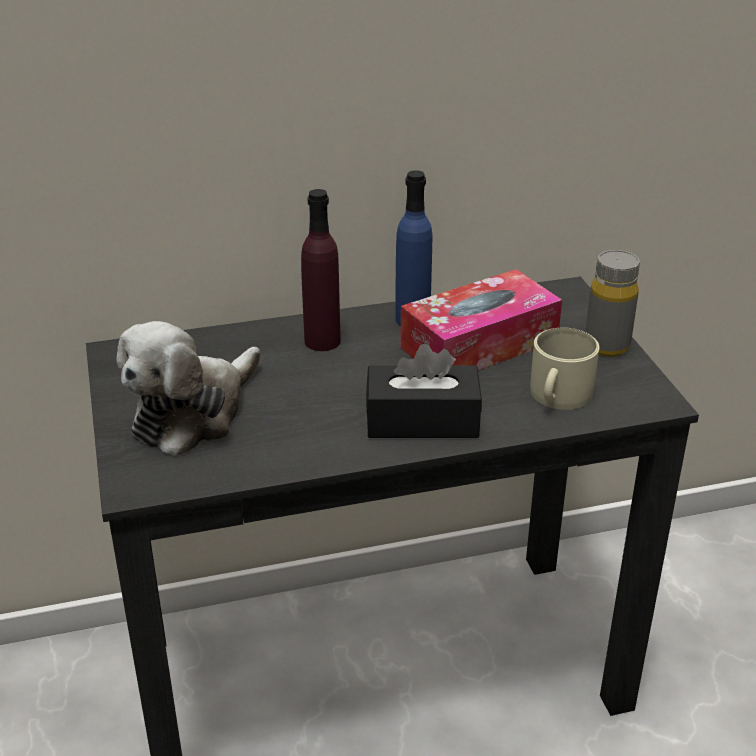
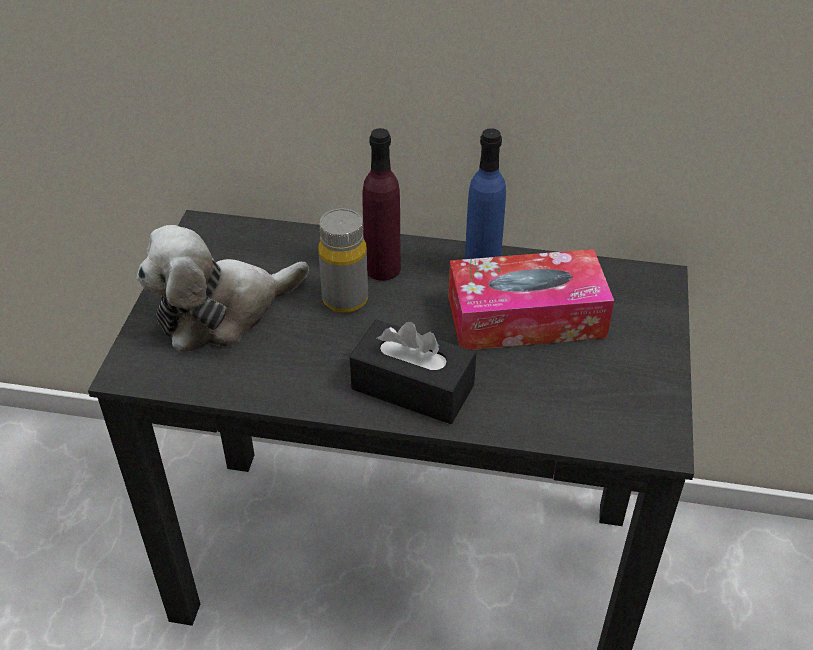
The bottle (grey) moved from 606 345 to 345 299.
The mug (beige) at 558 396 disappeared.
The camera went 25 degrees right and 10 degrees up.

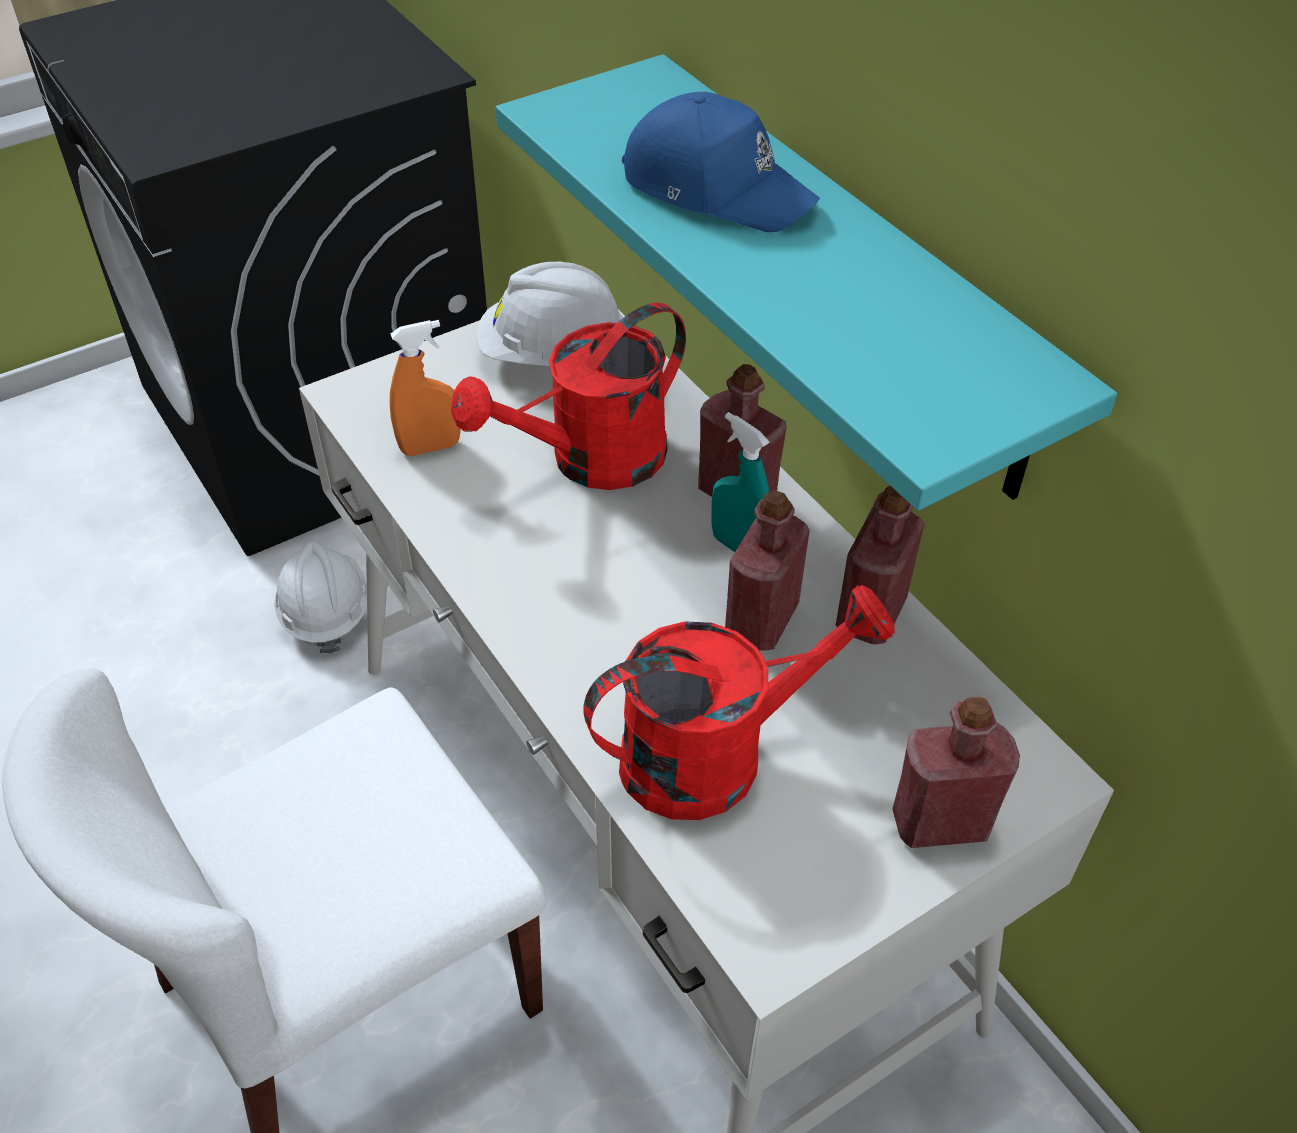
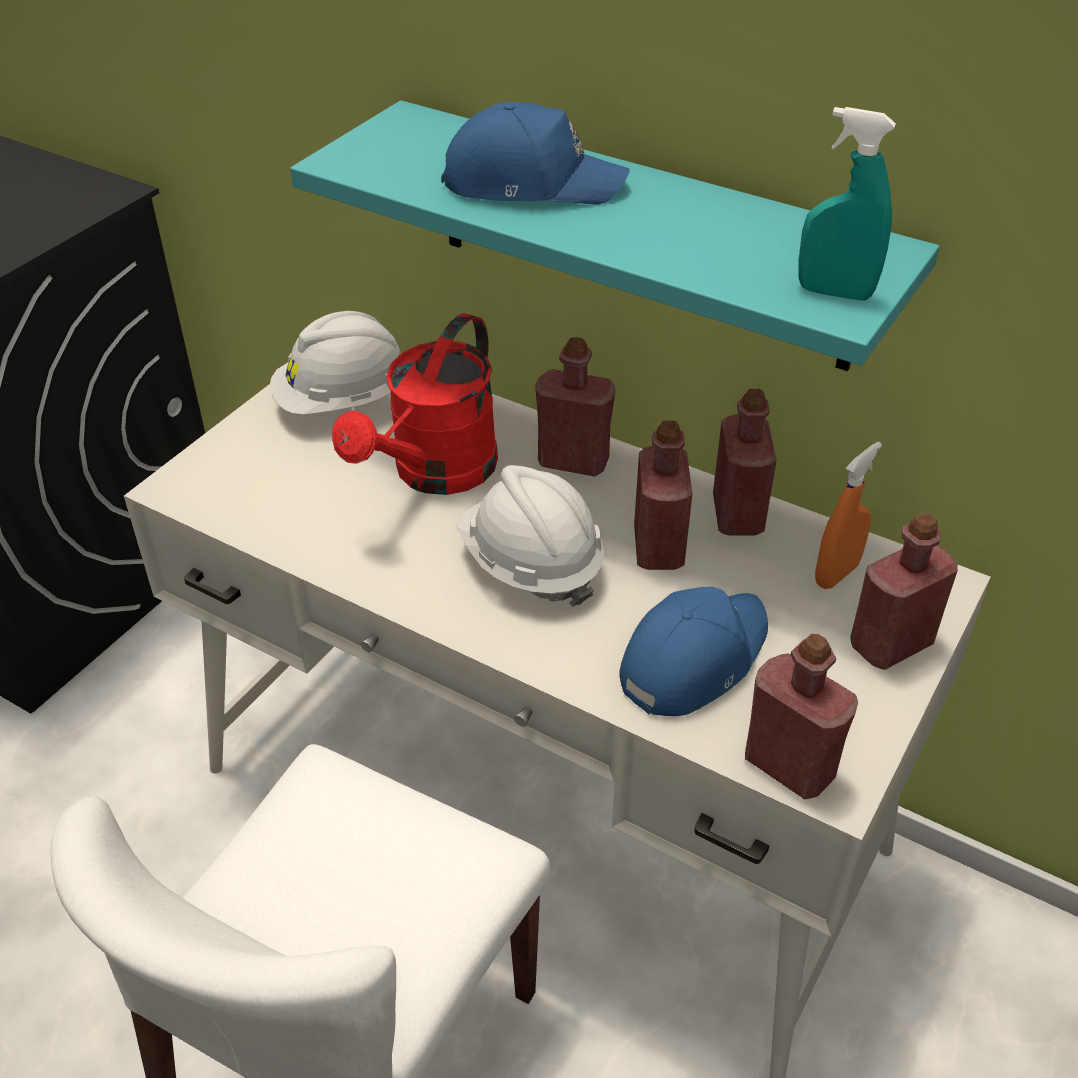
The hard hat (white) moved from 325 613 to 530 565.
The watering can (red) at 716 753 was replaced by the cap (blue) at 692 658.
The bottle (red) at 789 766 appeared.
The spray bottle (turquoise) moved from 738 547 to 834 292.
The spray bottle (orange) moved from 430 447 to 836 574.
The camera went 25 degrees left and 5 degrees down.

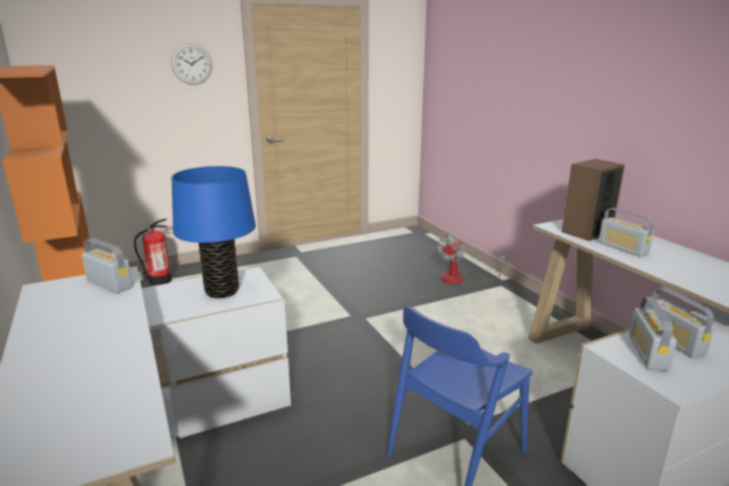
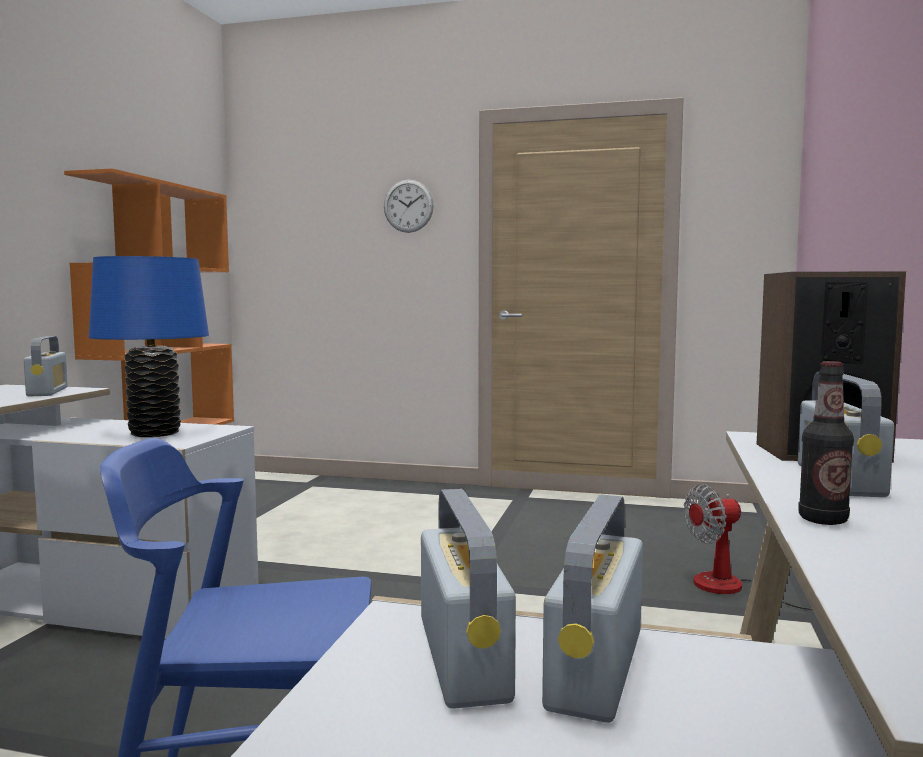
The radio at 648 353 turned 120 degrees clockwise.
The bottle at 823 520 appeared.
The fire extinguisher at 160 280 disappeared.
The camera went 40 degrees right and 15 degrees down.

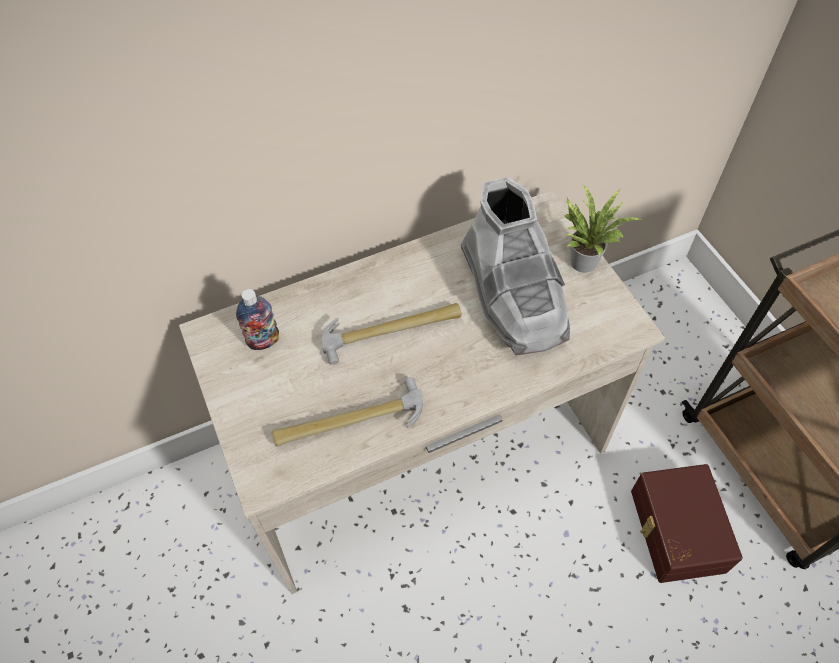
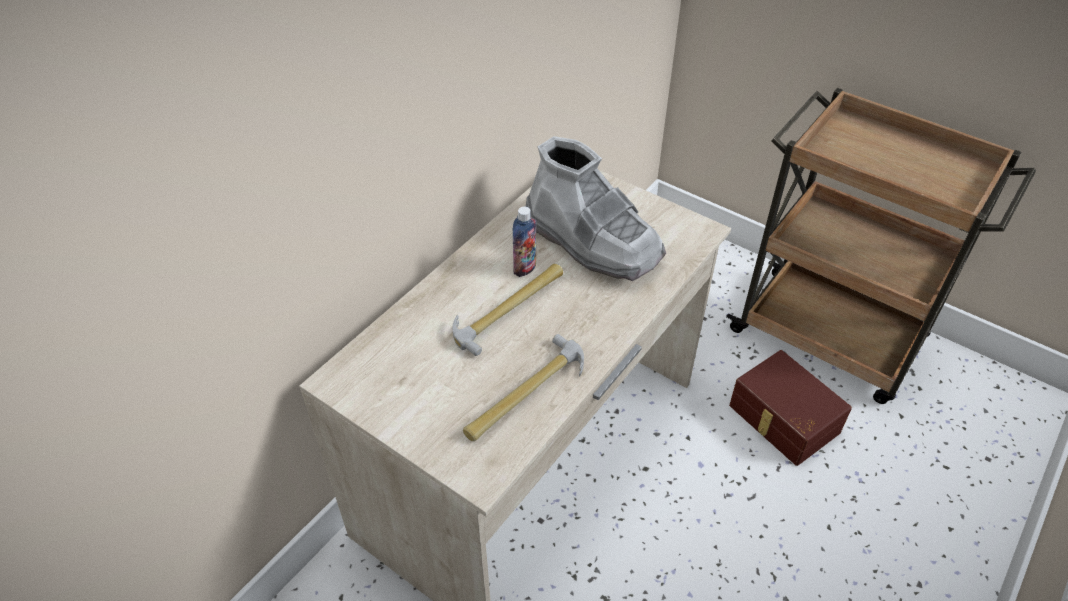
The bottle moved from 263 341 to 524 268.
The potted plant at 583 259 disappeared.
The camera went 30 degrees left and 10 degrees down.

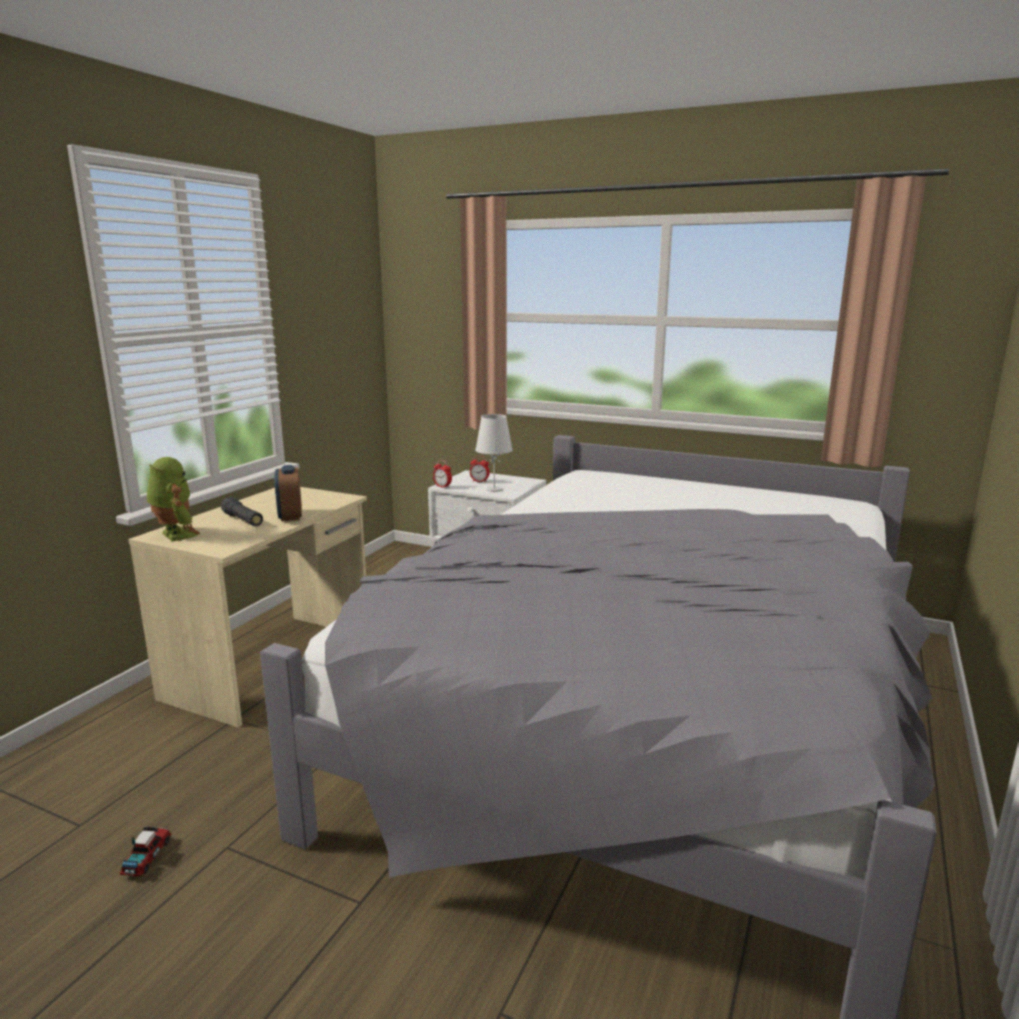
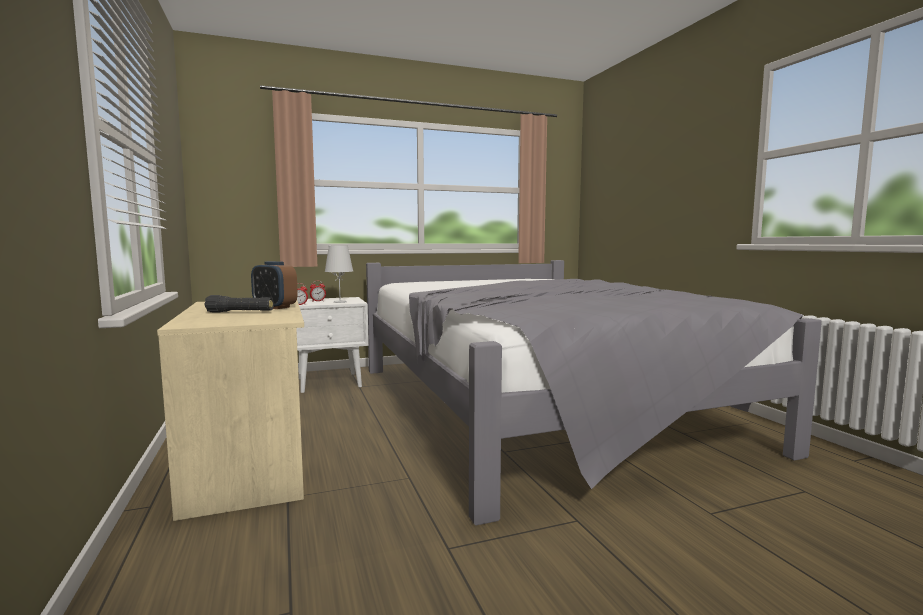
The toy truck at 147 857 disappeared.
The toy robot at 175 535 disappeared.
The camera went 45 degrees left and 10 degrees down.

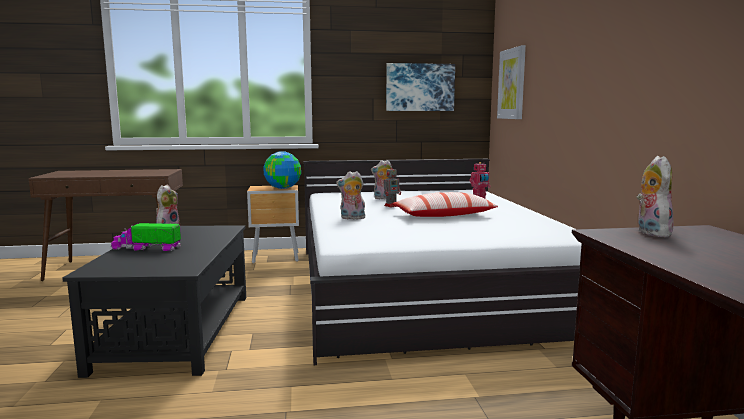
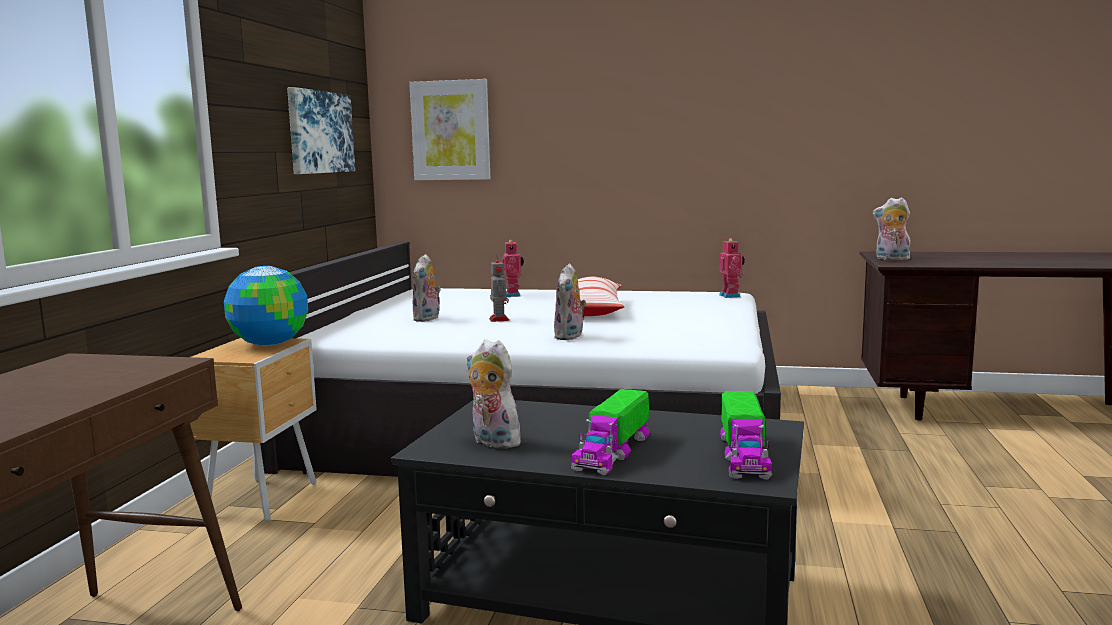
The toy robot at 731 296 appeared.
The toy truck at 744 455 appeared.
The camera went 70 degrees left and 0 degrees up.

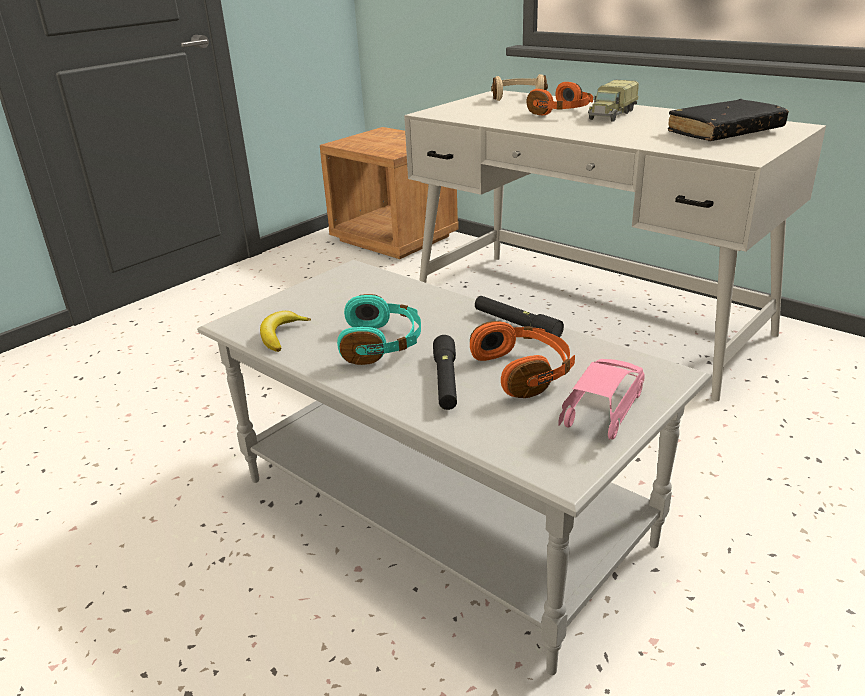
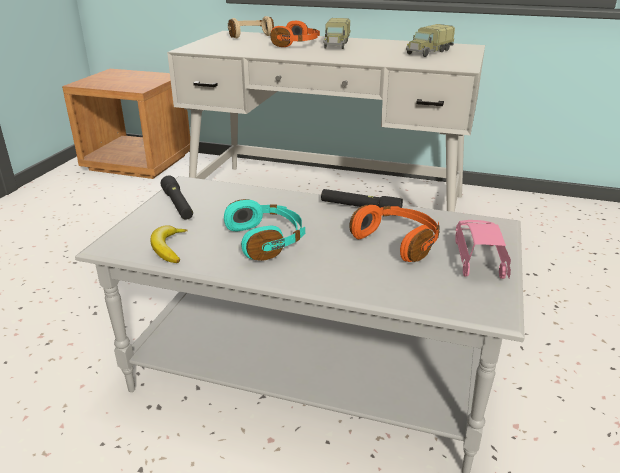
The flashlight (black) moved from 446 381 to 178 204.
The book (black) at 724 132 was replaced by the toy truck at 428 52.
The camera went 25 degrees left and 0 degrees up.

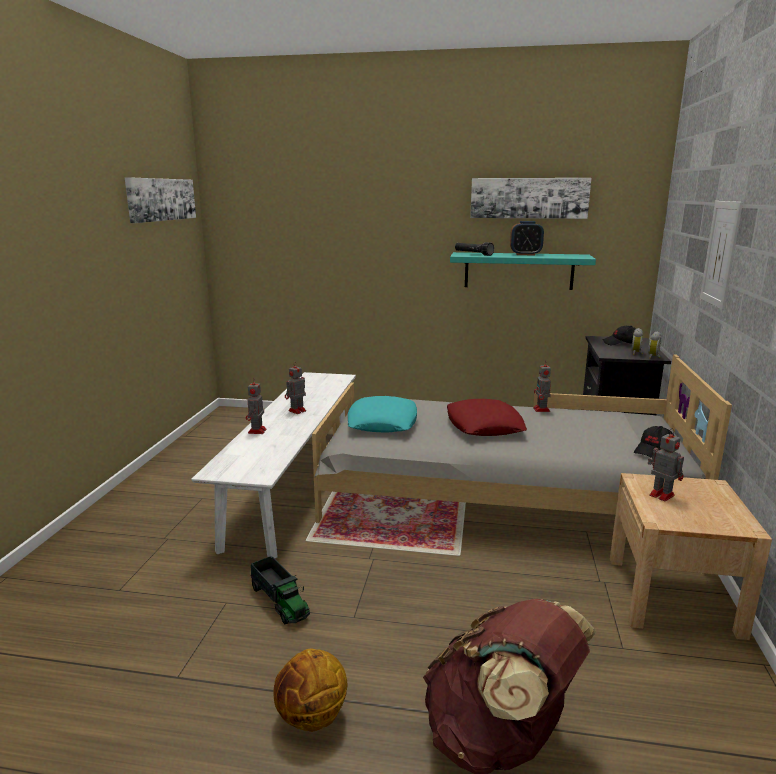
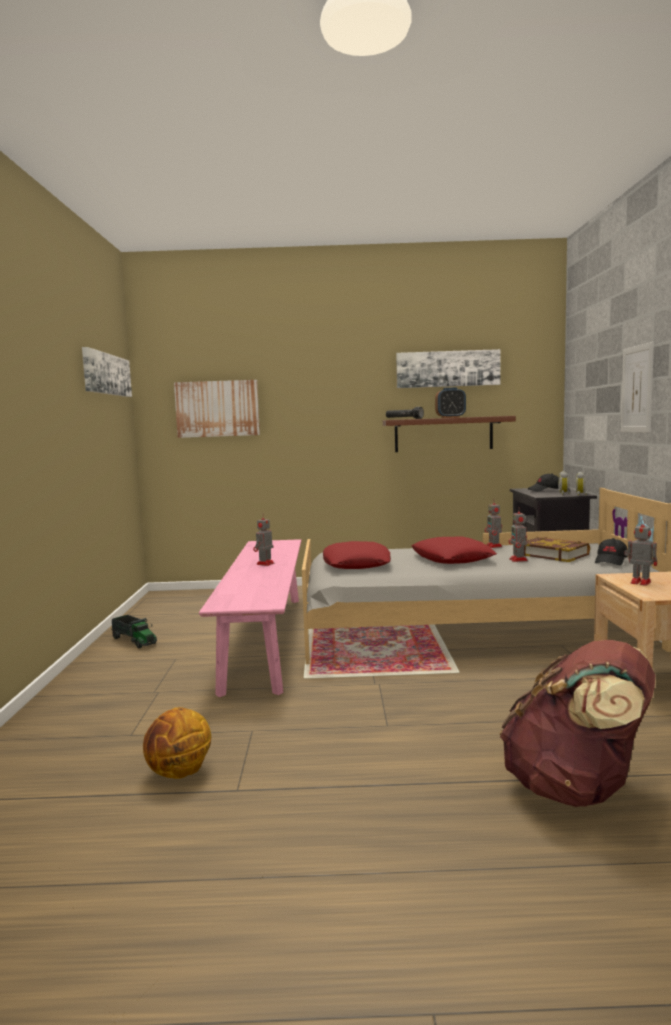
The toy truck moved from 280 601 to 134 641.
The basketball moved from 312 717 to 179 773.
The picture at 217 409 appeared.
The bench (white) at 295 483 became the bench (pink) at 265 639.
The pillow (turquoise) at 383 422 became the pillow (red) at 356 563.
The shelf (turquoise) at 518 271 became the shelf (brown) at 443 434.
The toy robot moved from 257 431 to 518 560.
The book at 553 554 appeared.
The camera went 10 degrees left and 10 degrees down.

